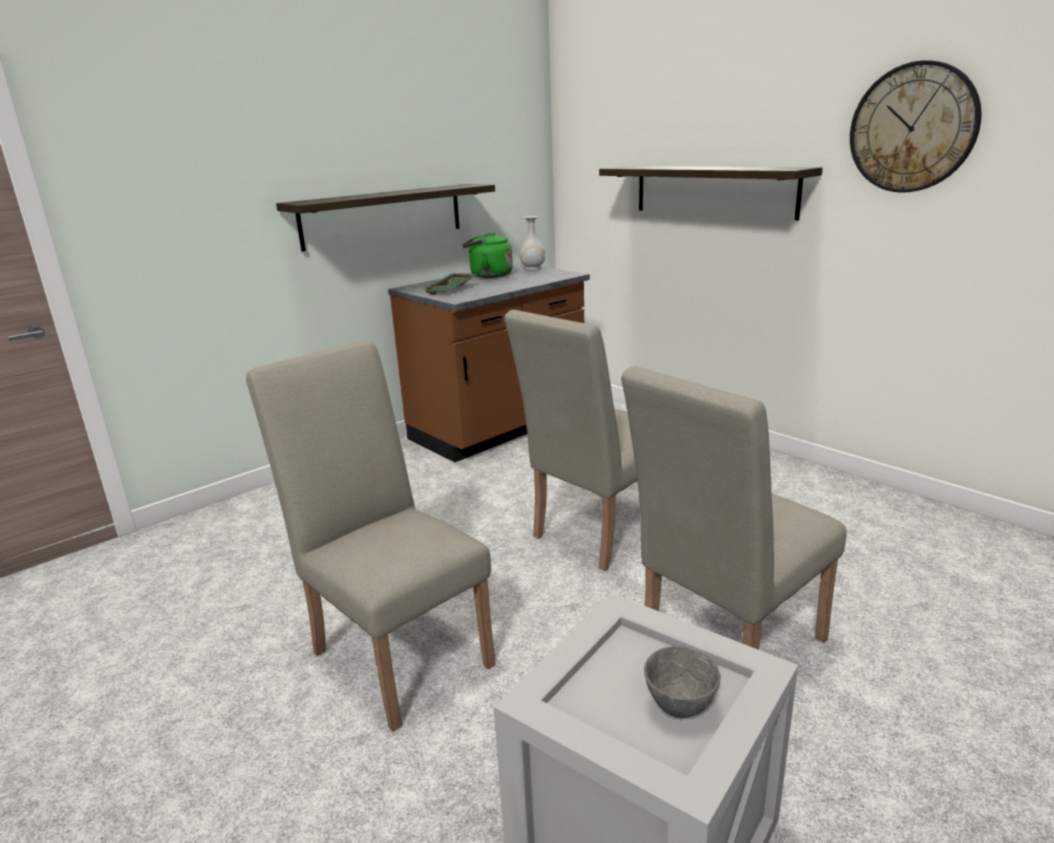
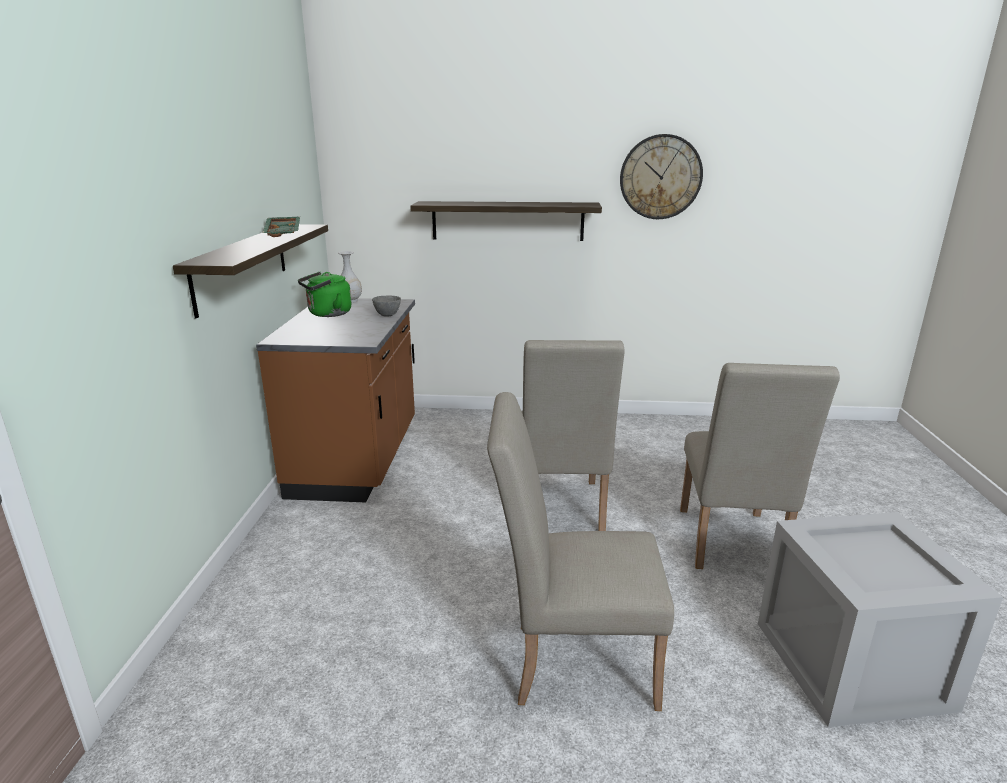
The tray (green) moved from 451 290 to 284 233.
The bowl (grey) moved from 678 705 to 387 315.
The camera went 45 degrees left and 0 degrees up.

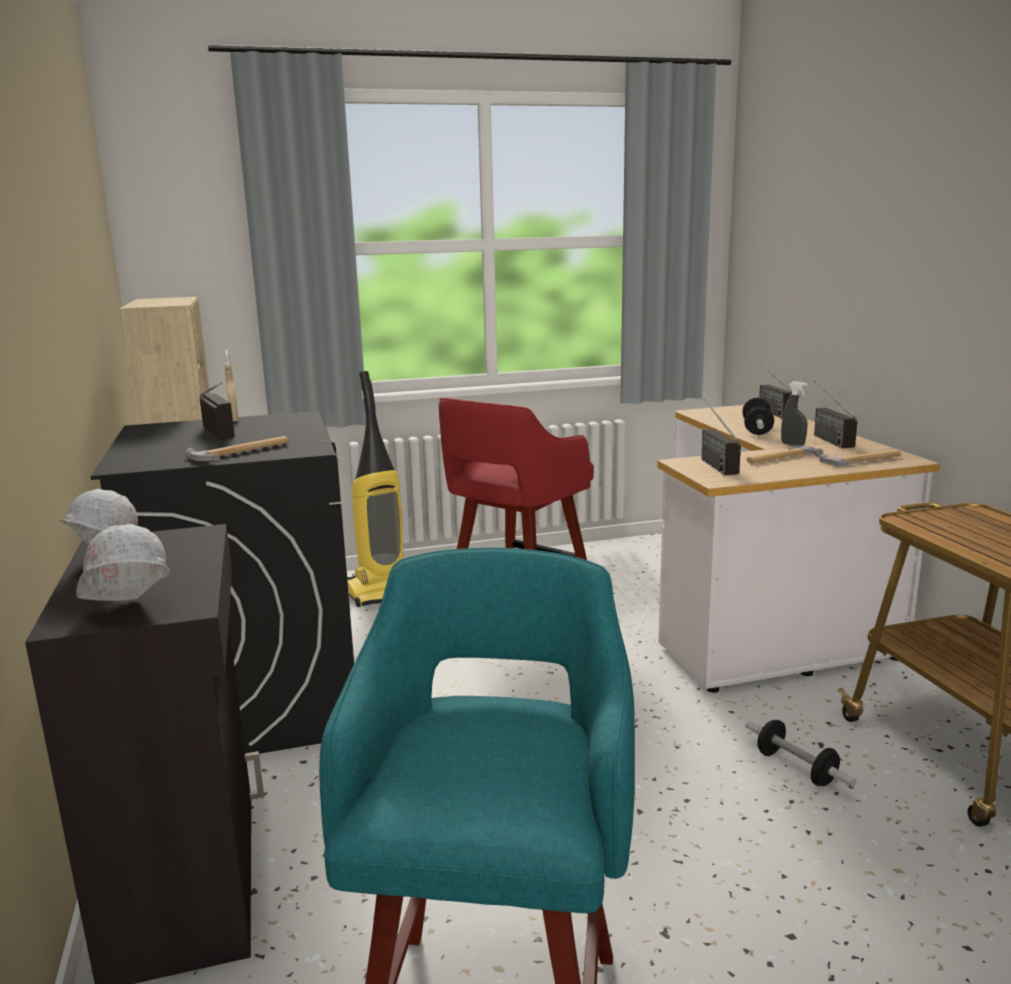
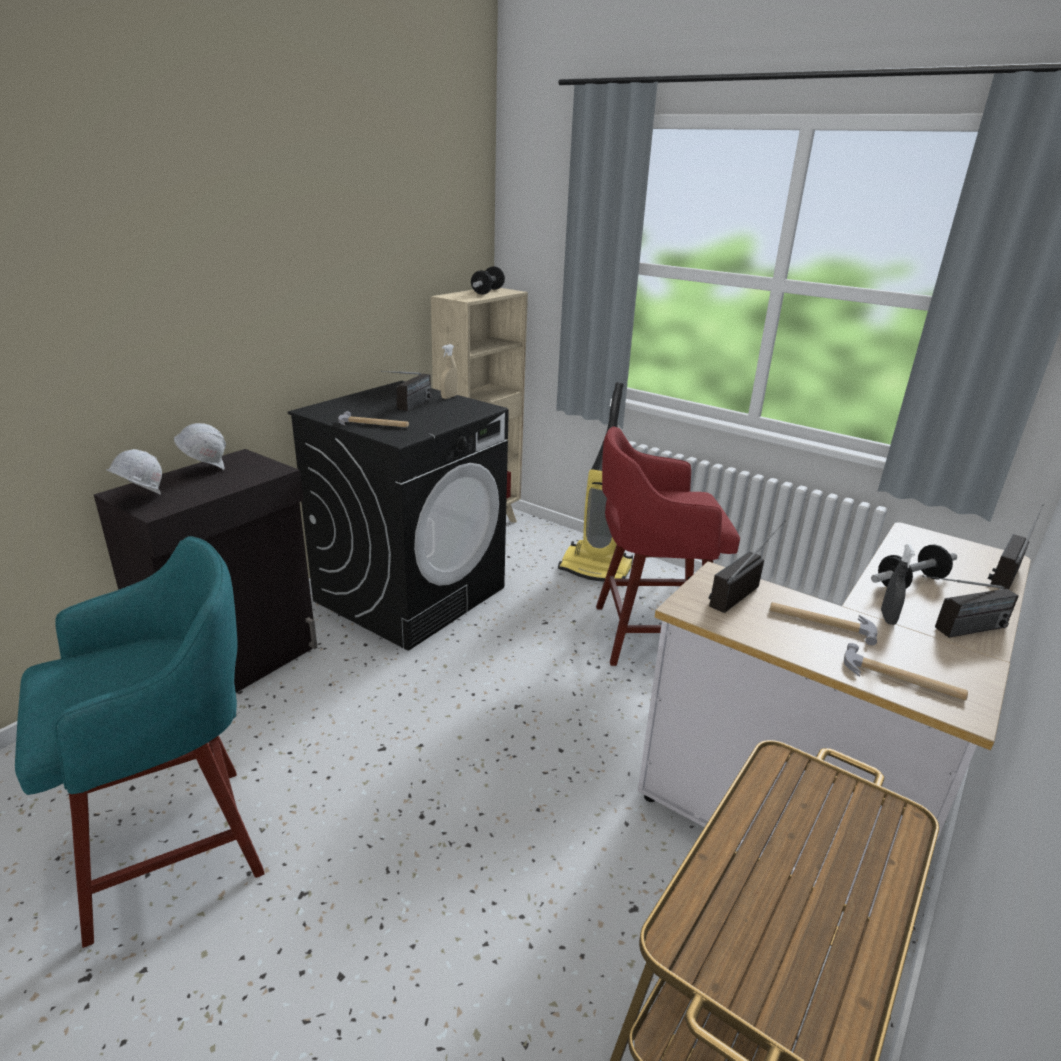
The dumbbell moved from 796 768 to 488 292.
The radio at 824 437 turned 150 degrees counterclockwise.
The camera went 50 degrees right and 10 degrees up.

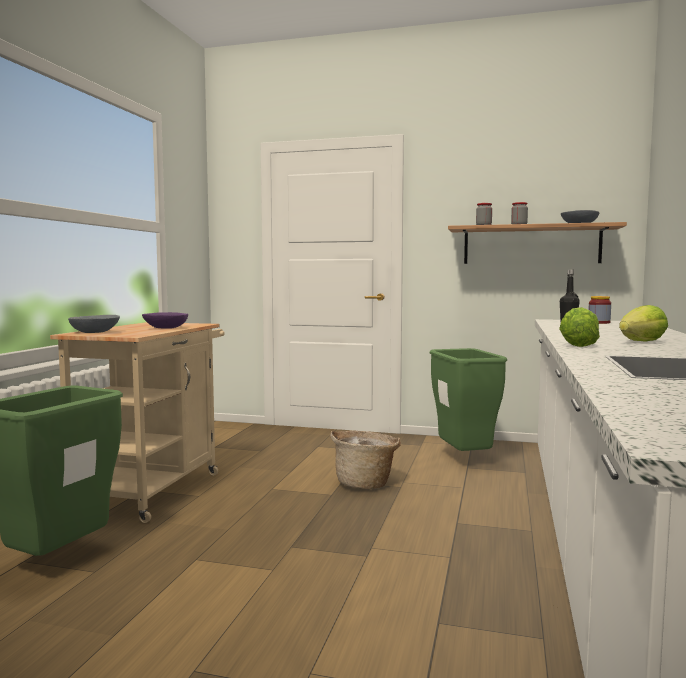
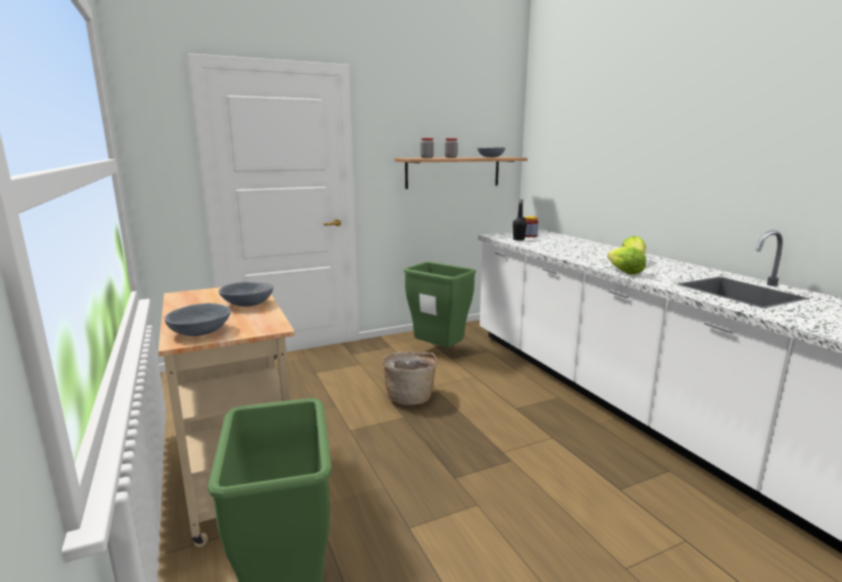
The bowl (purple) at 165 328 became the bowl (grey) at 247 304.
The camera went 40 degrees left and 10 degrees up.

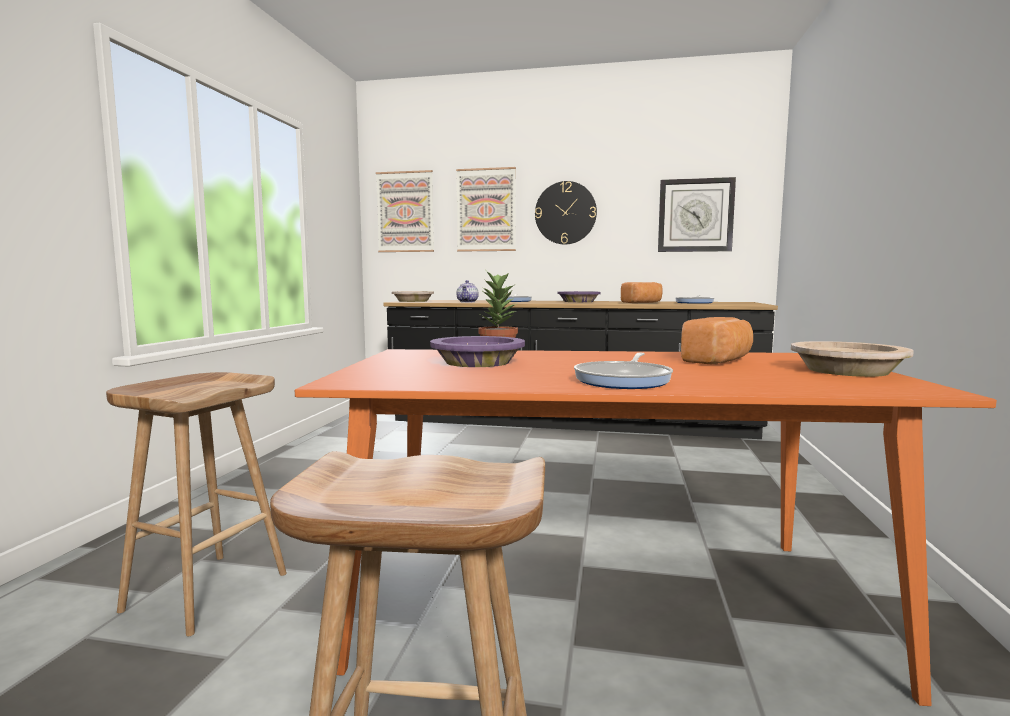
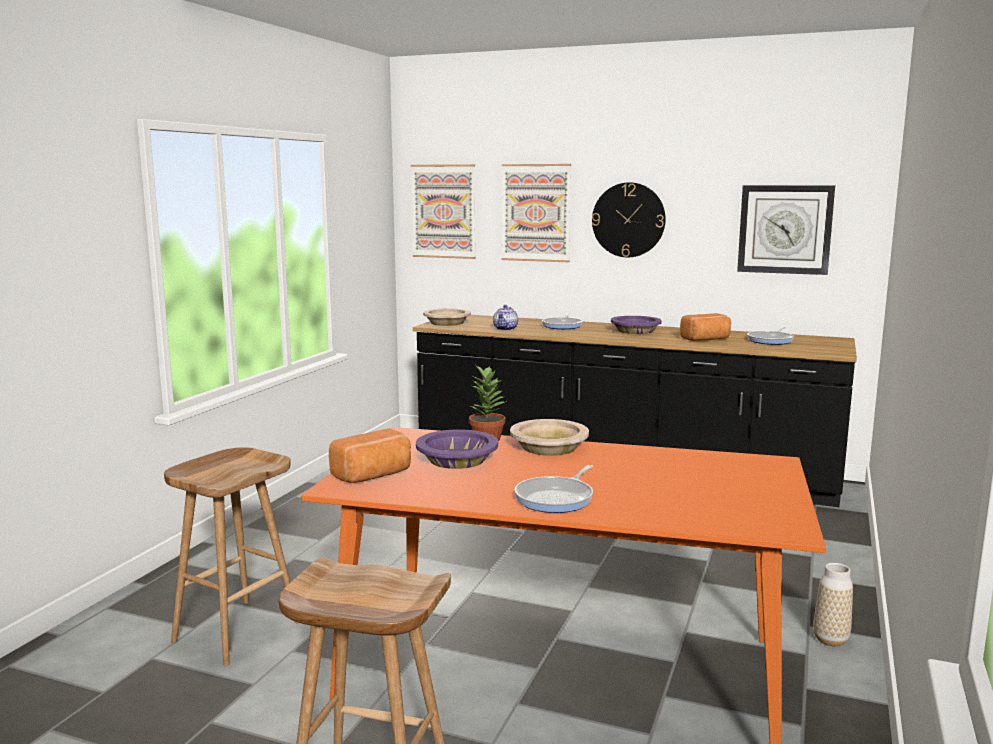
The bread moved from 719 361 to 374 475.
The bowl (beige) moved from 847 370 to 549 447.
The vase at 830 640 appeared.
The camera went 10 degrees right and 5 degrees up.

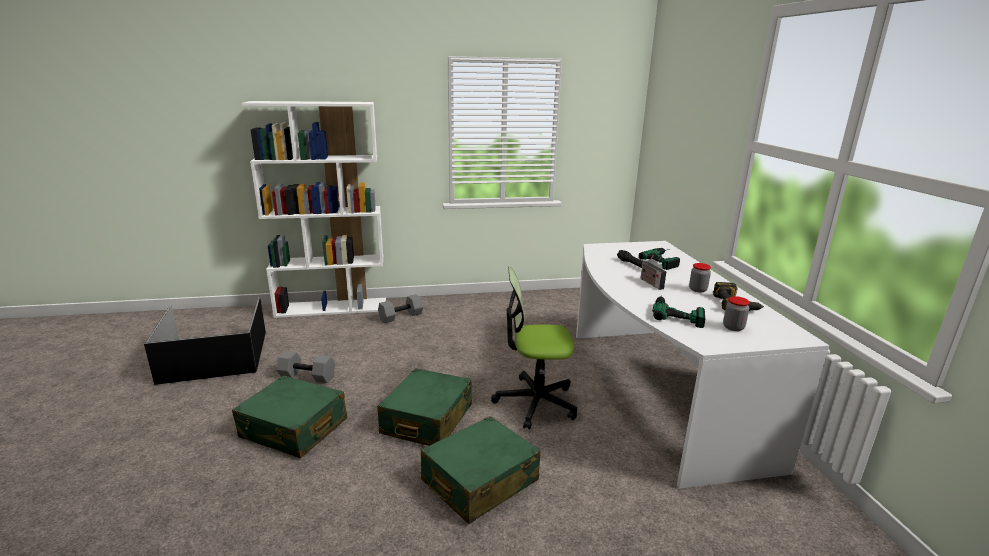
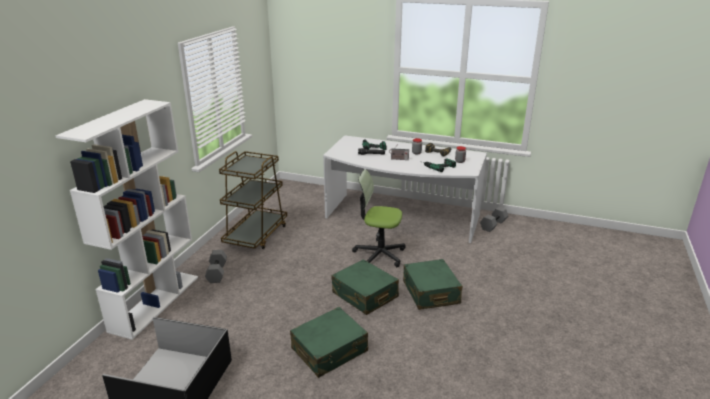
The cart (brown) at 256 235 appeared.
The office chair at 535 402 turned 75 degrees clockwise.
The dumbbell (grey) moved from 308 376 to 493 224.
The camera went 60 degrees left and 5 degrees up.

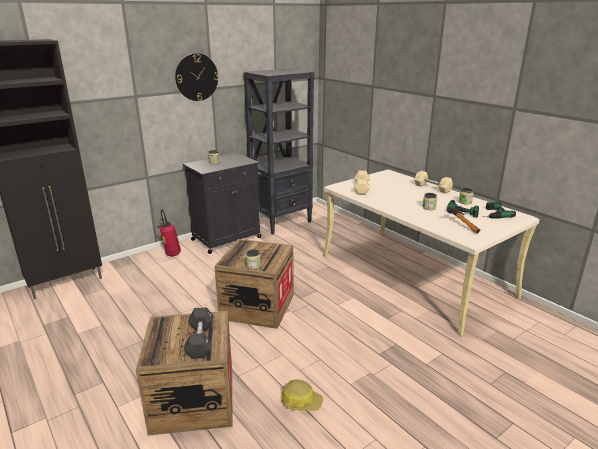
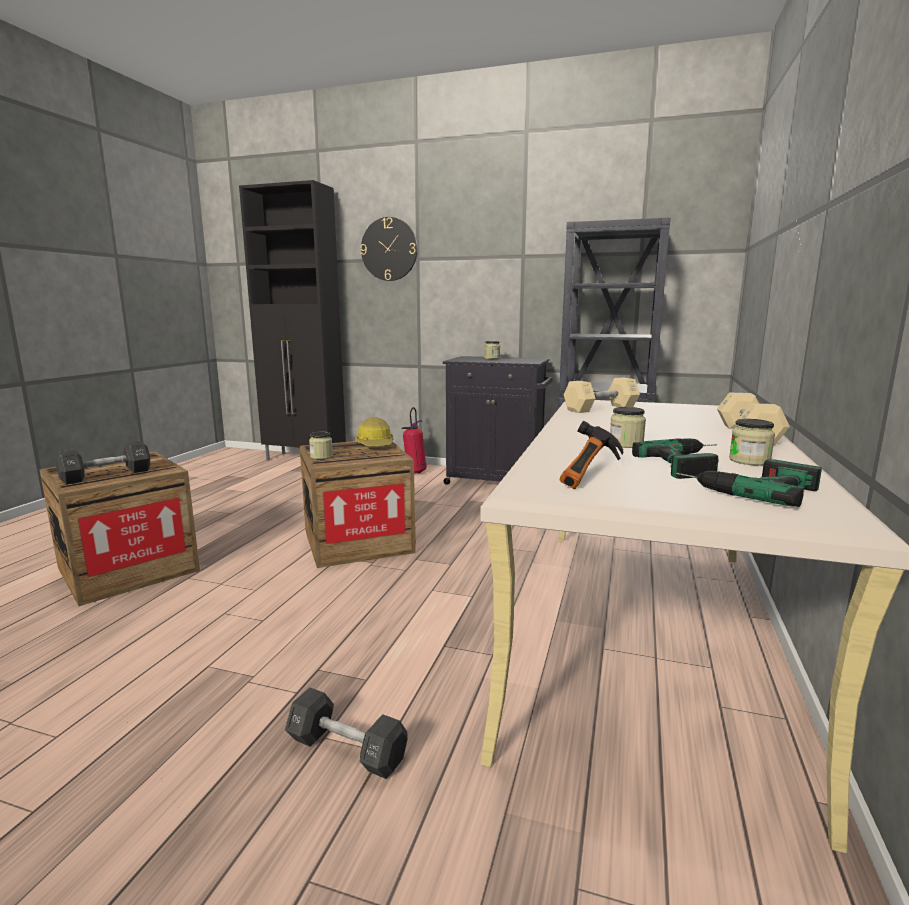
The dumbbell (black) at 346 750 appeared.
The hard hat moved from 301 401 to 376 445.
The wall clock moved from 196 77 to 389 249.
The camera went 55 degrees right and 10 degrees down.

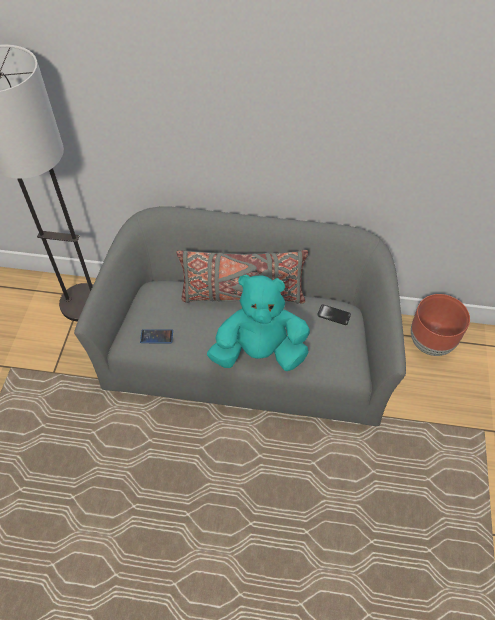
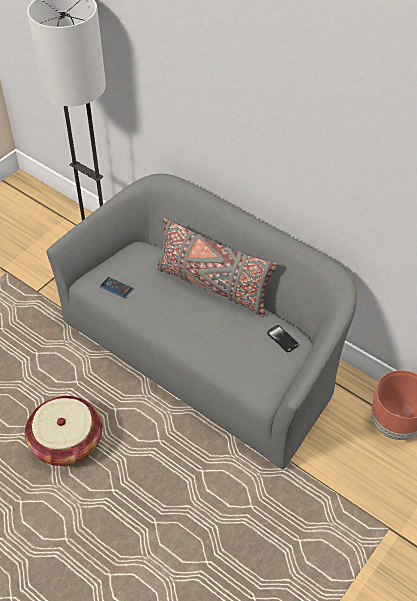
The basket at 67 442 appeared.
The plush toy (turquoise) at 260 352 disappeared.
The camera went 30 degrees right and 5 degrees down.

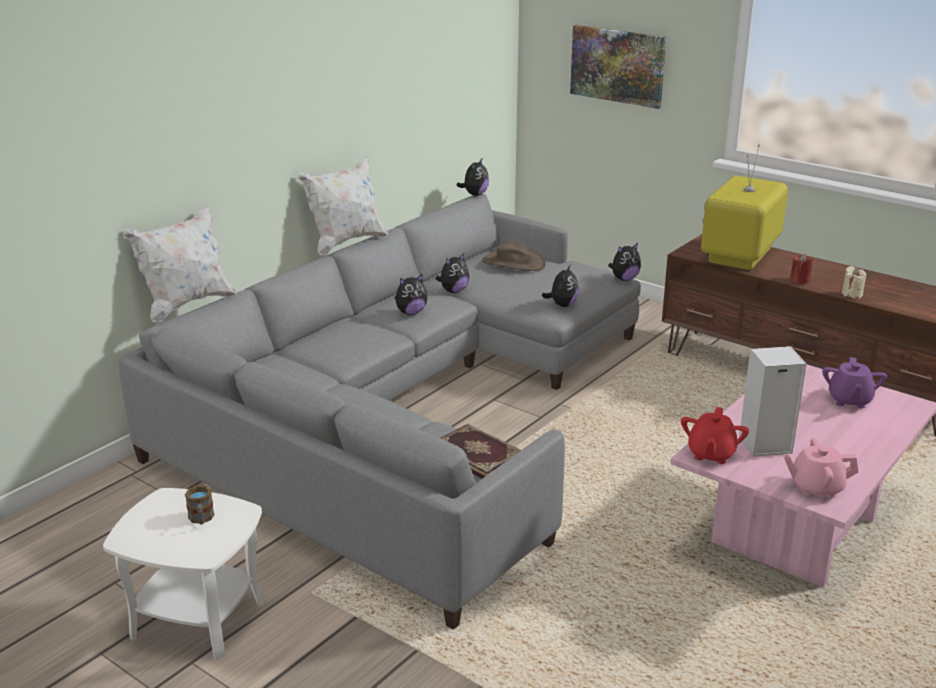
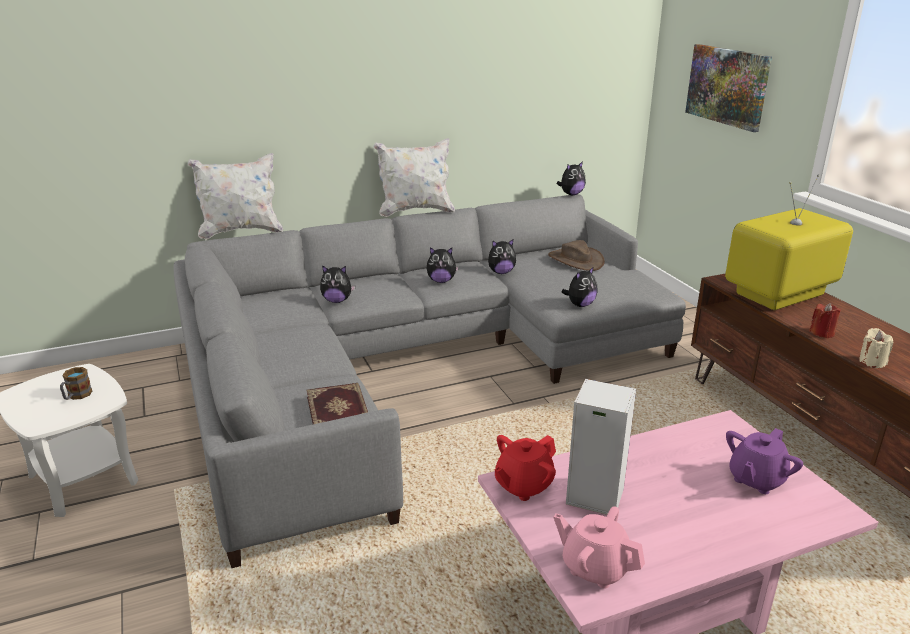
The plush toy moved from 624 279 to 337 300.
The camera went 30 degrees right and 0 degrees up.

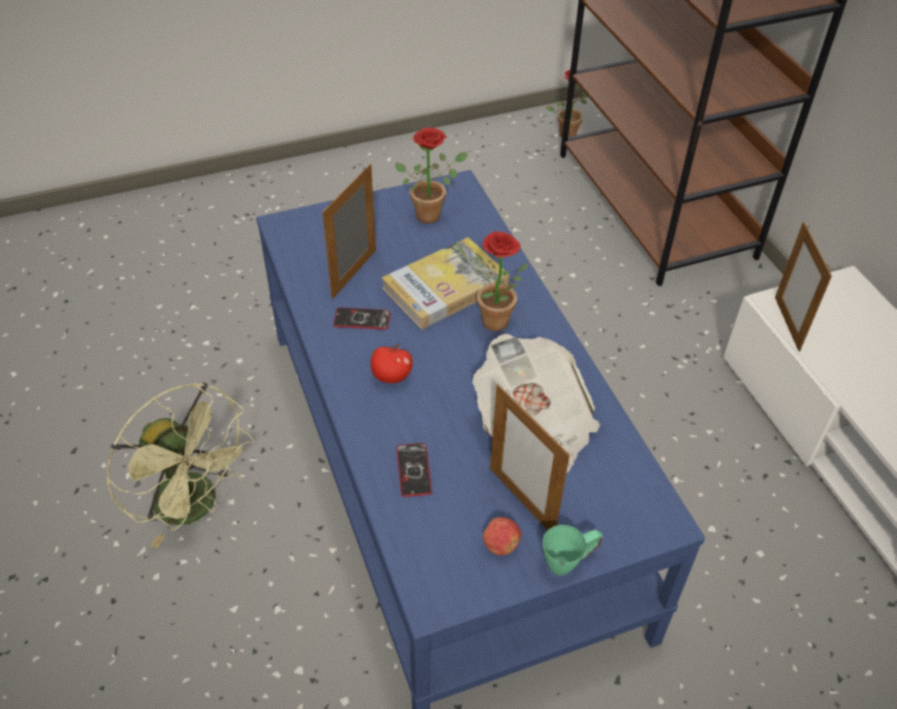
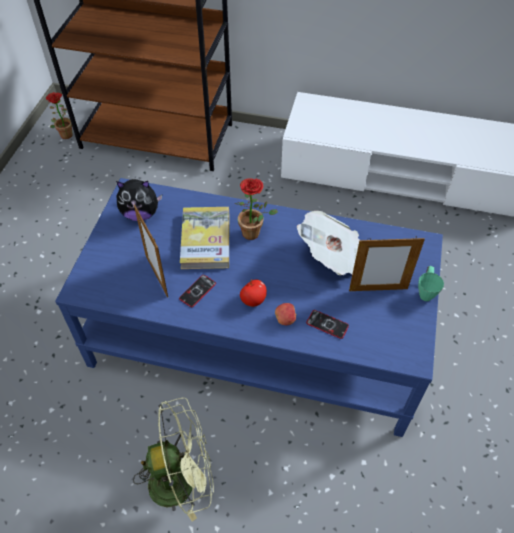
The potted plant at 432 213 was replaced by the plush toy at 140 214.
The apple moved from 501 545 to 285 319.
The picture frame at 787 323 disappeared.
The camera went 55 degrees left and 5 degrees up.

